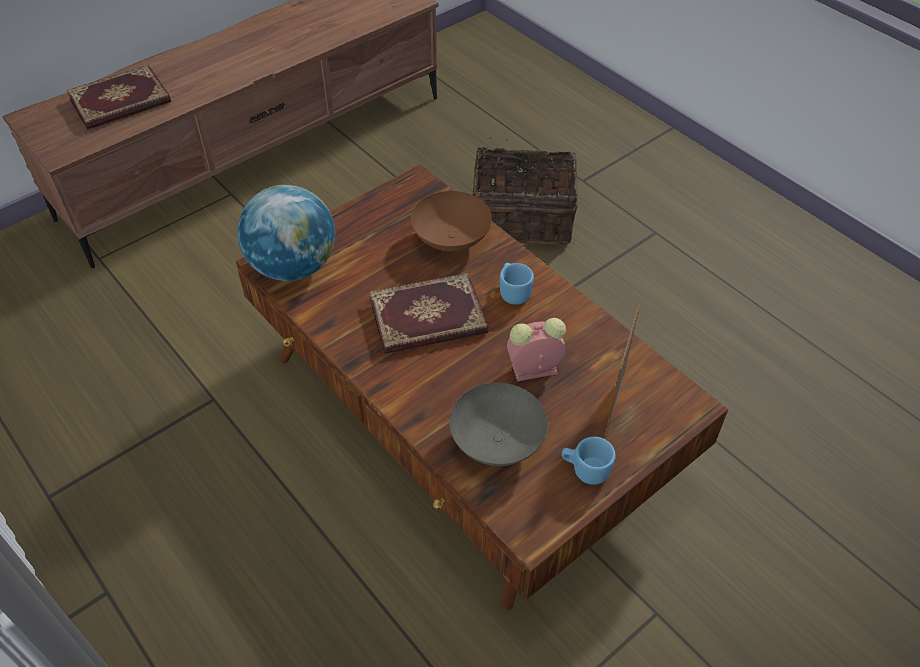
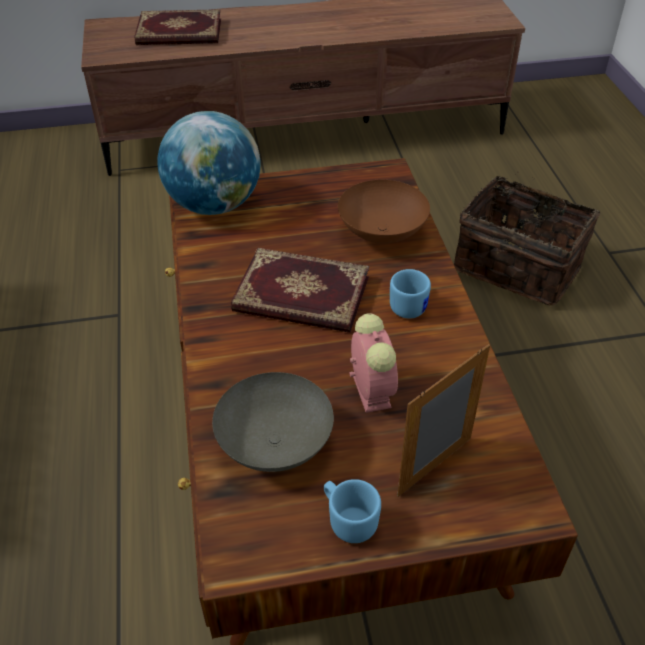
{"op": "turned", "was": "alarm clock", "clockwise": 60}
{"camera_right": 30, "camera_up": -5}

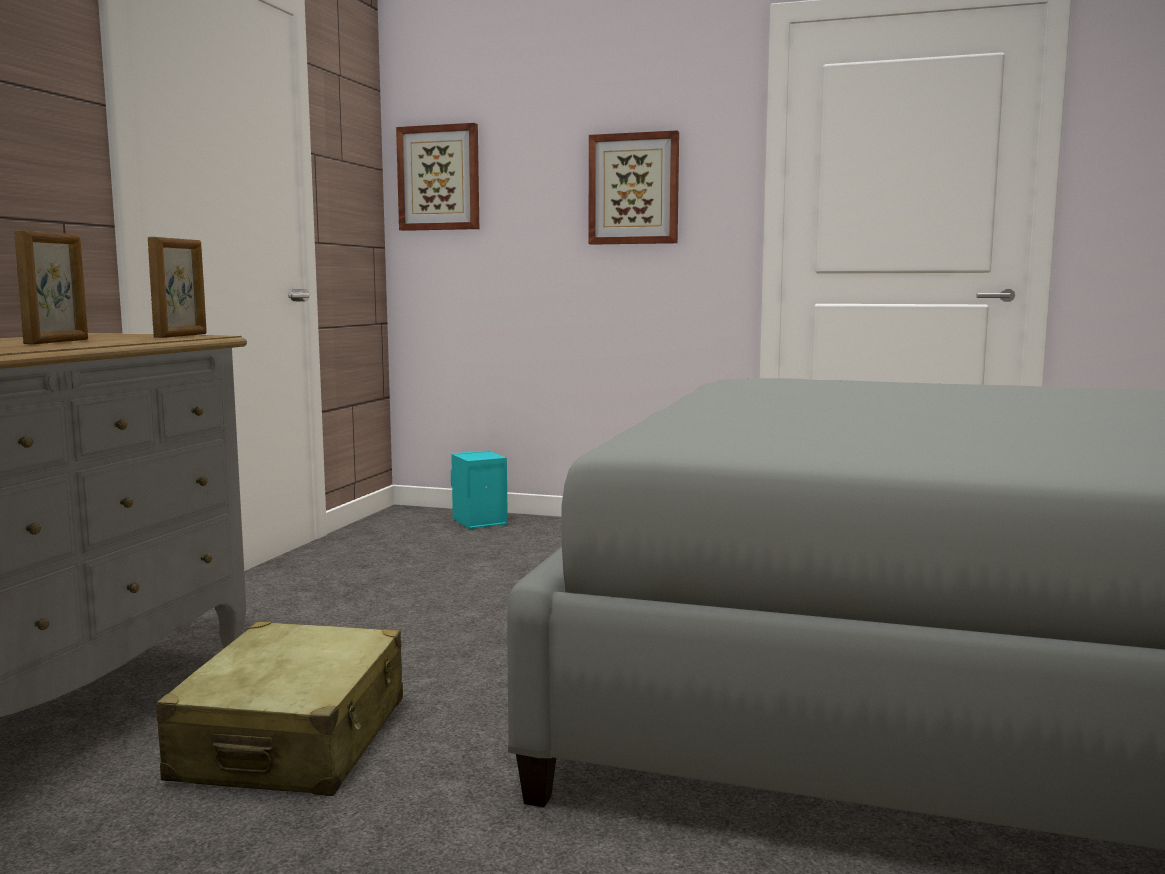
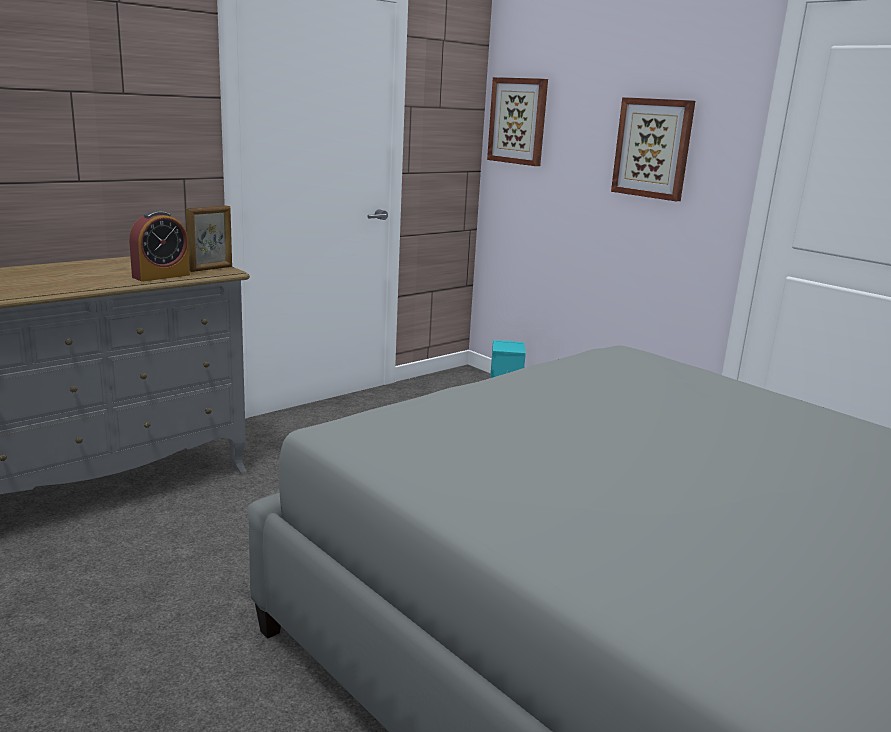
{"op": "removed", "was": "picture frame (1st from left)"}
{"op": "removed", "was": "beige suitcase"}
{"op": "added", "now": "alarm clock"}
{"camera_right": 30, "camera_up": 10}

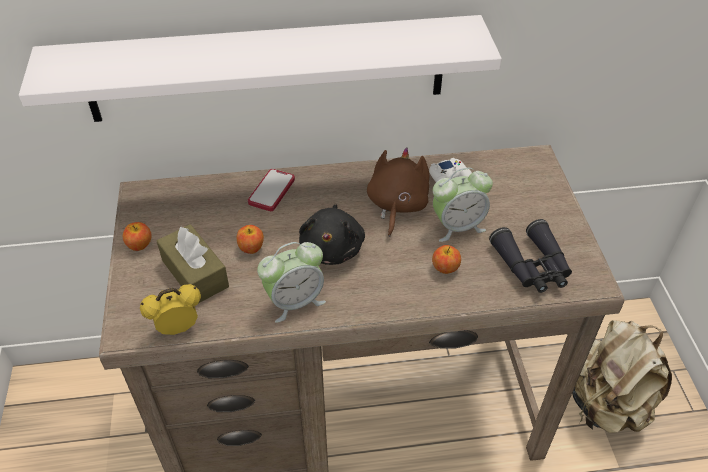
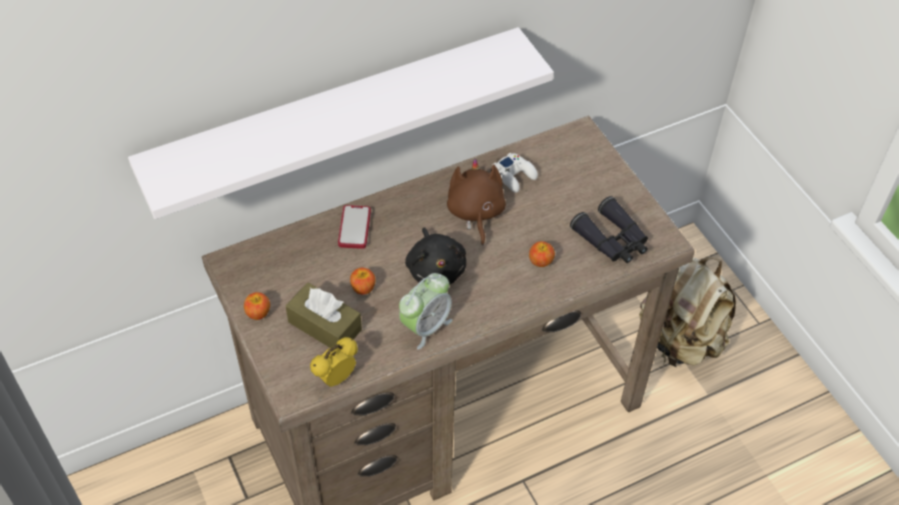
{"op": "removed", "was": "alarm clock (3rd from left)"}
{"camera_right": -20, "camera_up": 5}

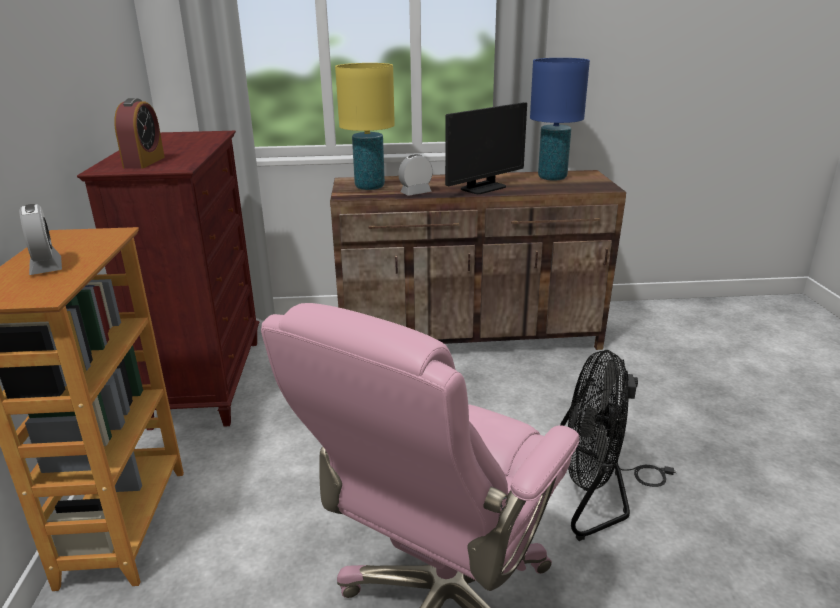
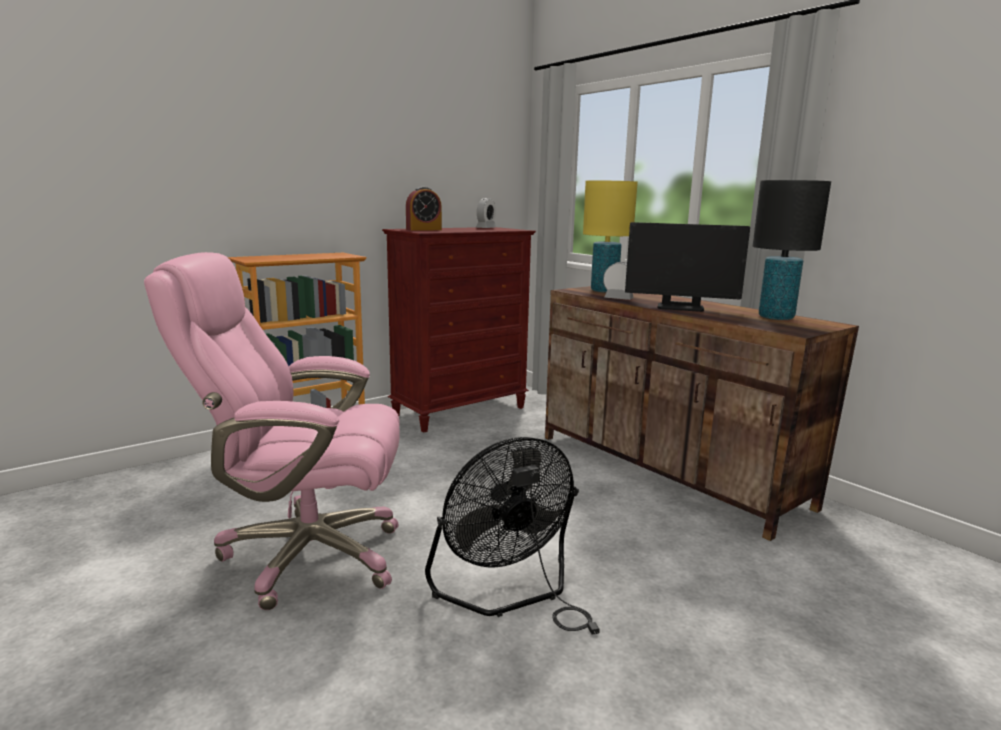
{"op": "moved", "was": "alarm clock (1st from left in the first image)", "now": "alarm clock (2nd from left)"}
{"op": "recoloured", "was": "blue table lamp", "now": "black table lamp"}
{"camera_right": 55, "camera_up": -10}

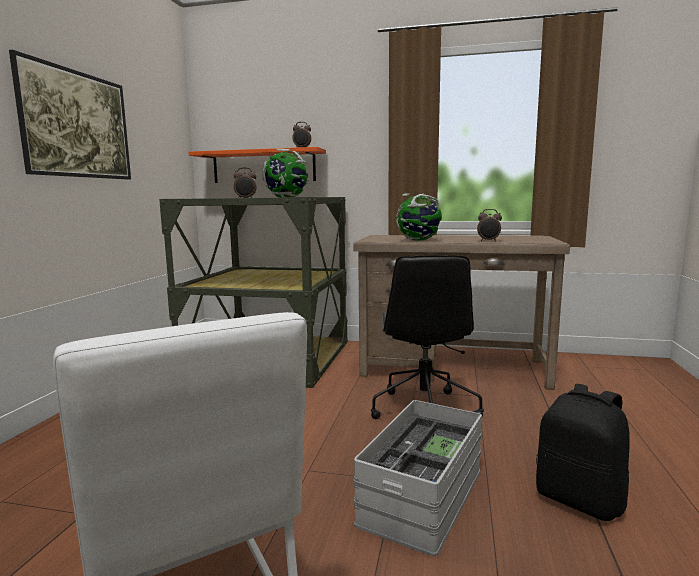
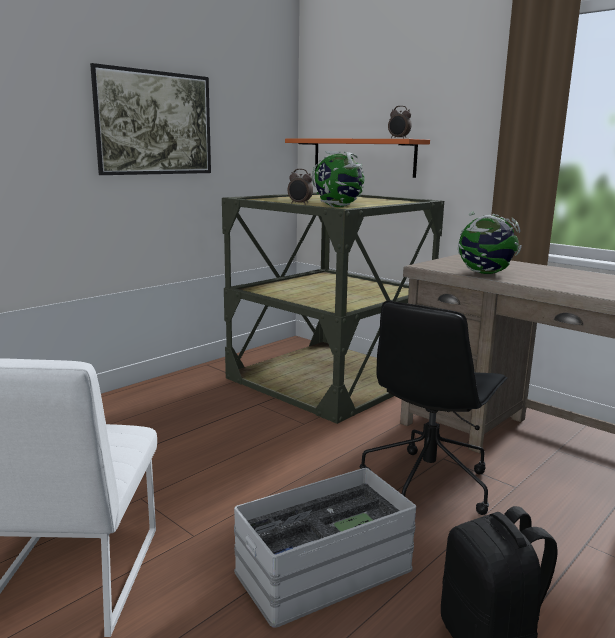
{"op": "removed", "was": "alarm clock (3rd from left)"}
{"camera_right": 30, "camera_up": 5}

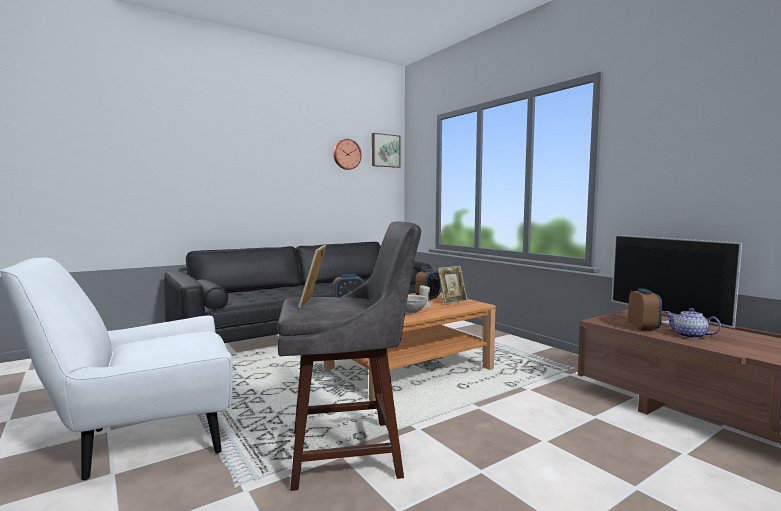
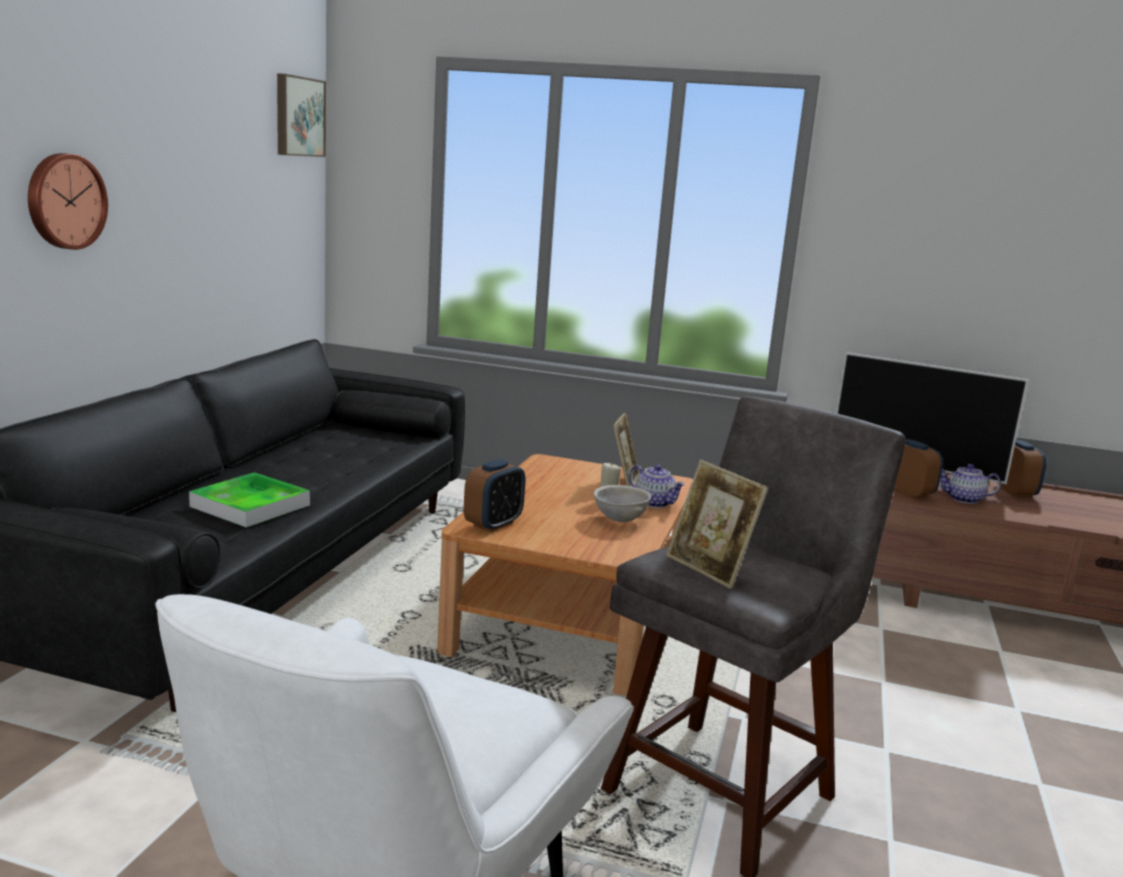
{"op": "added", "now": "tray"}
{"op": "added", "now": "teapot (1st from left)"}
{"op": "moved", "was": "wall clock"}
{"op": "moved", "was": "alarm clock (2nd from left in the first image)", "now": "alarm clock (3rd from left)"}
{"camera_right": -40, "camera_up": 10}

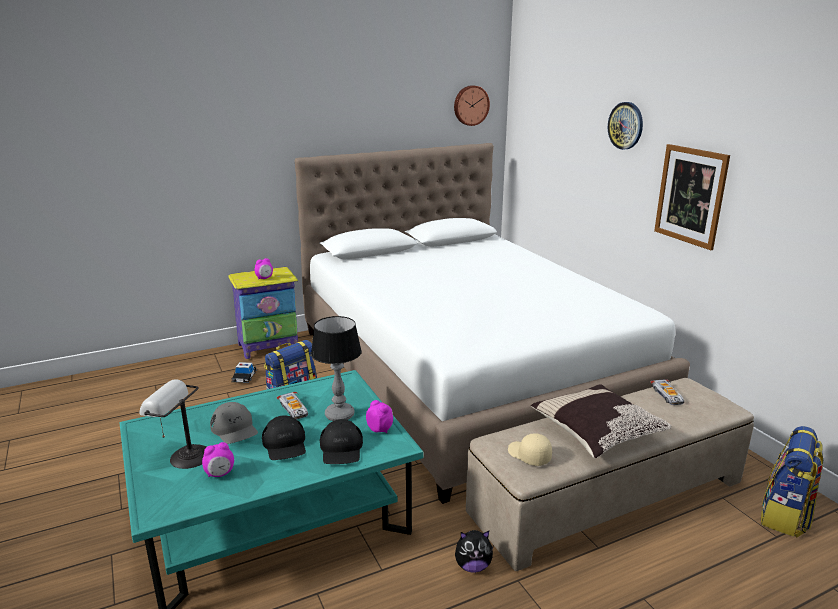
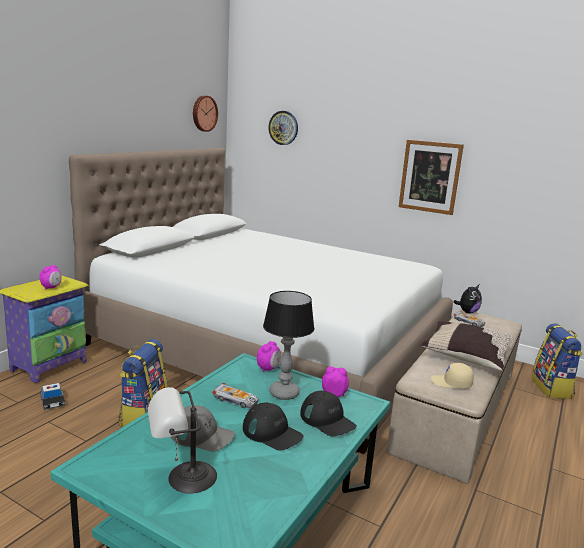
{"op": "moved", "was": "alarm clock (1st from left in the first image)", "now": "alarm clock (2nd from left)"}
{"op": "moved", "was": "plush toy"}
{"op": "moved", "was": "wall clock (2nd from left)"}
{"camera_right": -35, "camera_up": -5}

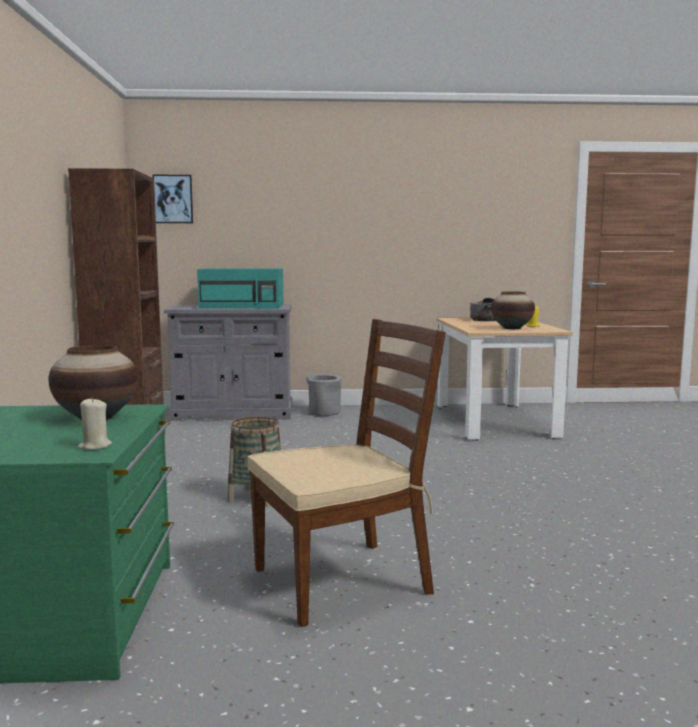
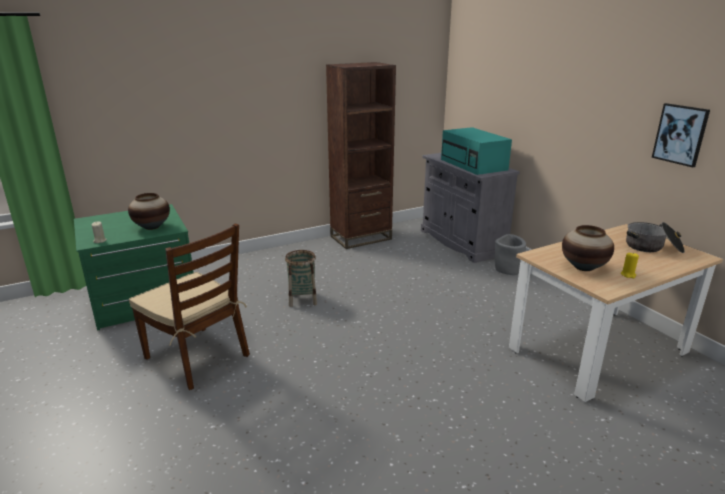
{"op": "moved", "was": "picture"}
{"camera_right": 65, "camera_up": 15}

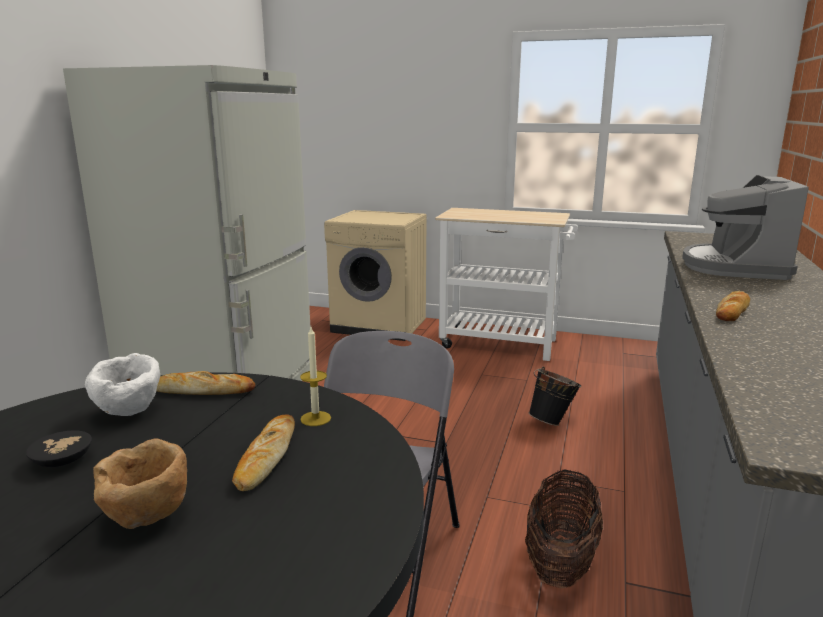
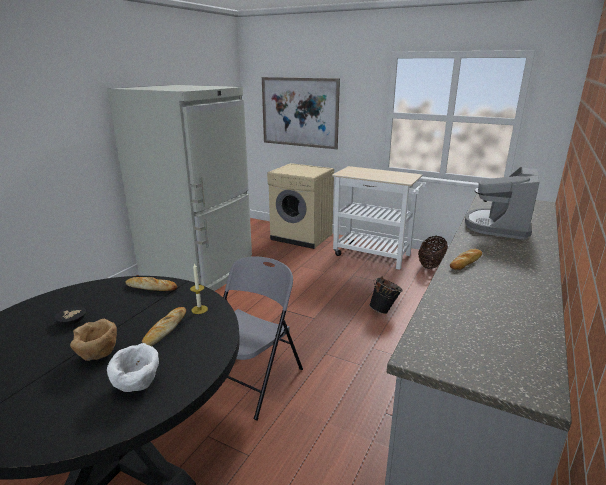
{"op": "added", "now": "picture"}
{"op": "moved", "was": "white bowl"}
{"op": "moved", "was": "basket"}
{"camera_right": 10, "camera_up": 5}

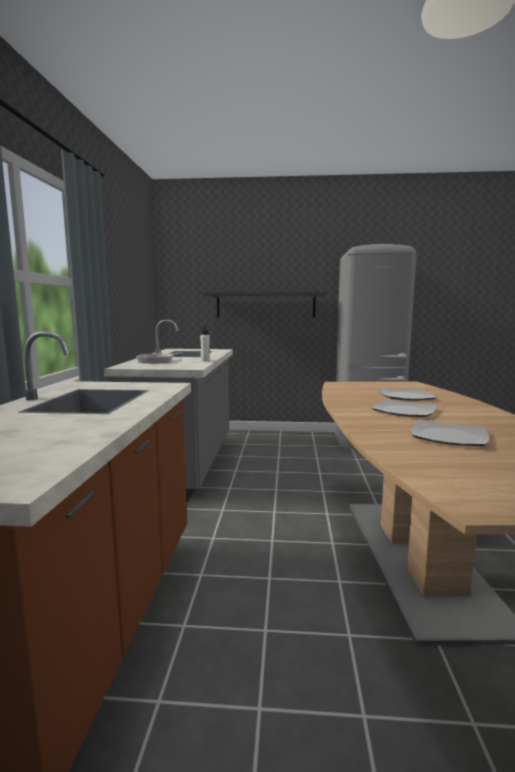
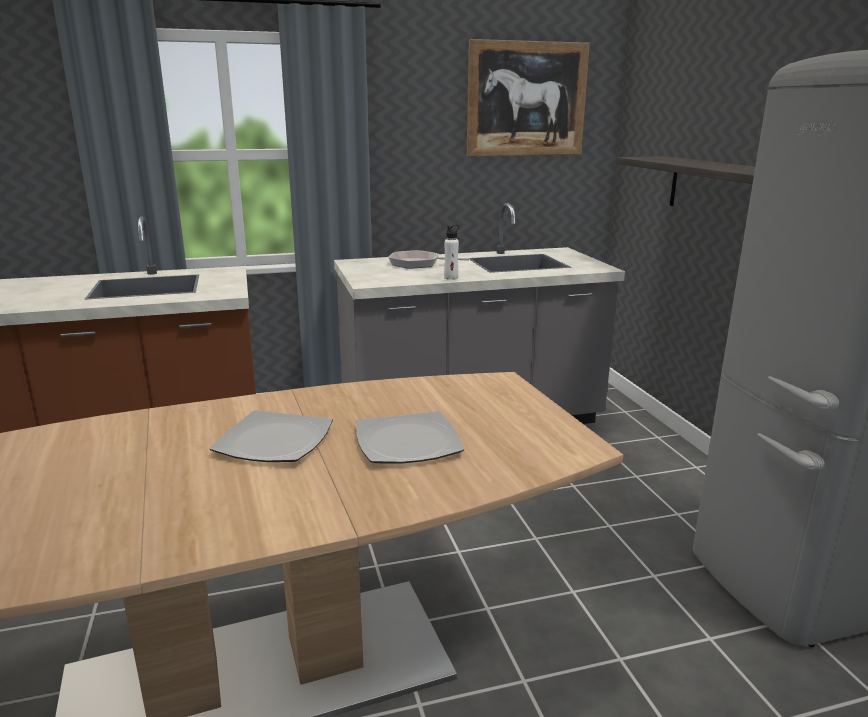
{"op": "removed", "was": "plate (3rd from left)"}
{"op": "added", "now": "picture"}
{"camera_right": 70, "camera_up": 10}

